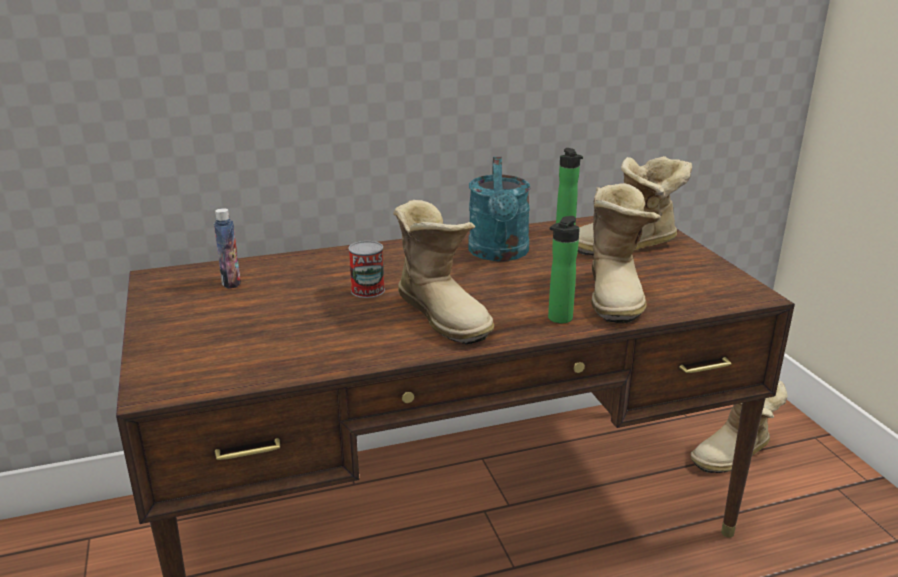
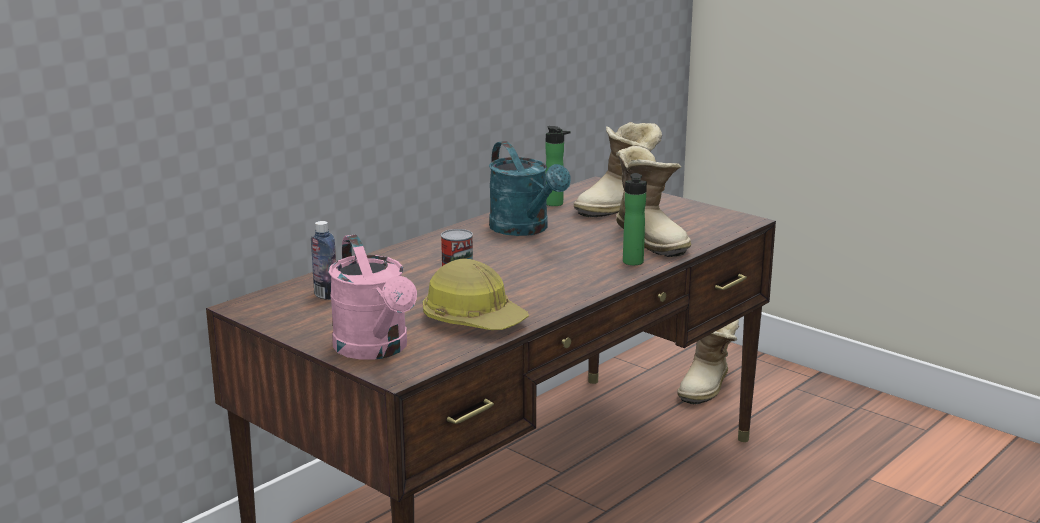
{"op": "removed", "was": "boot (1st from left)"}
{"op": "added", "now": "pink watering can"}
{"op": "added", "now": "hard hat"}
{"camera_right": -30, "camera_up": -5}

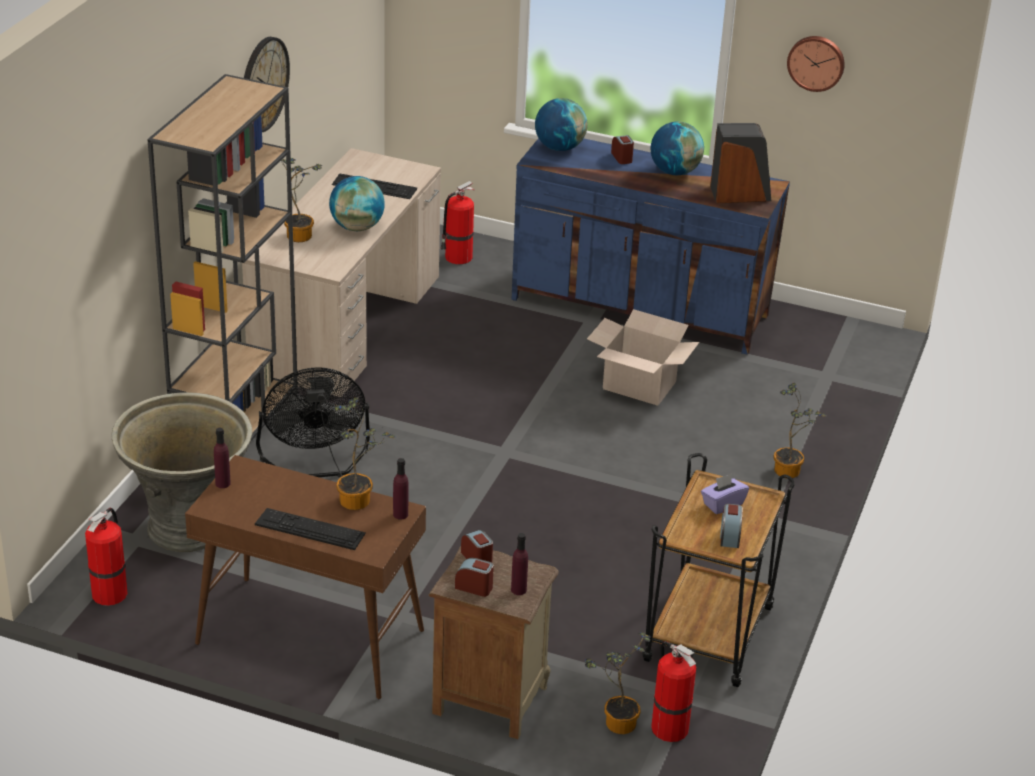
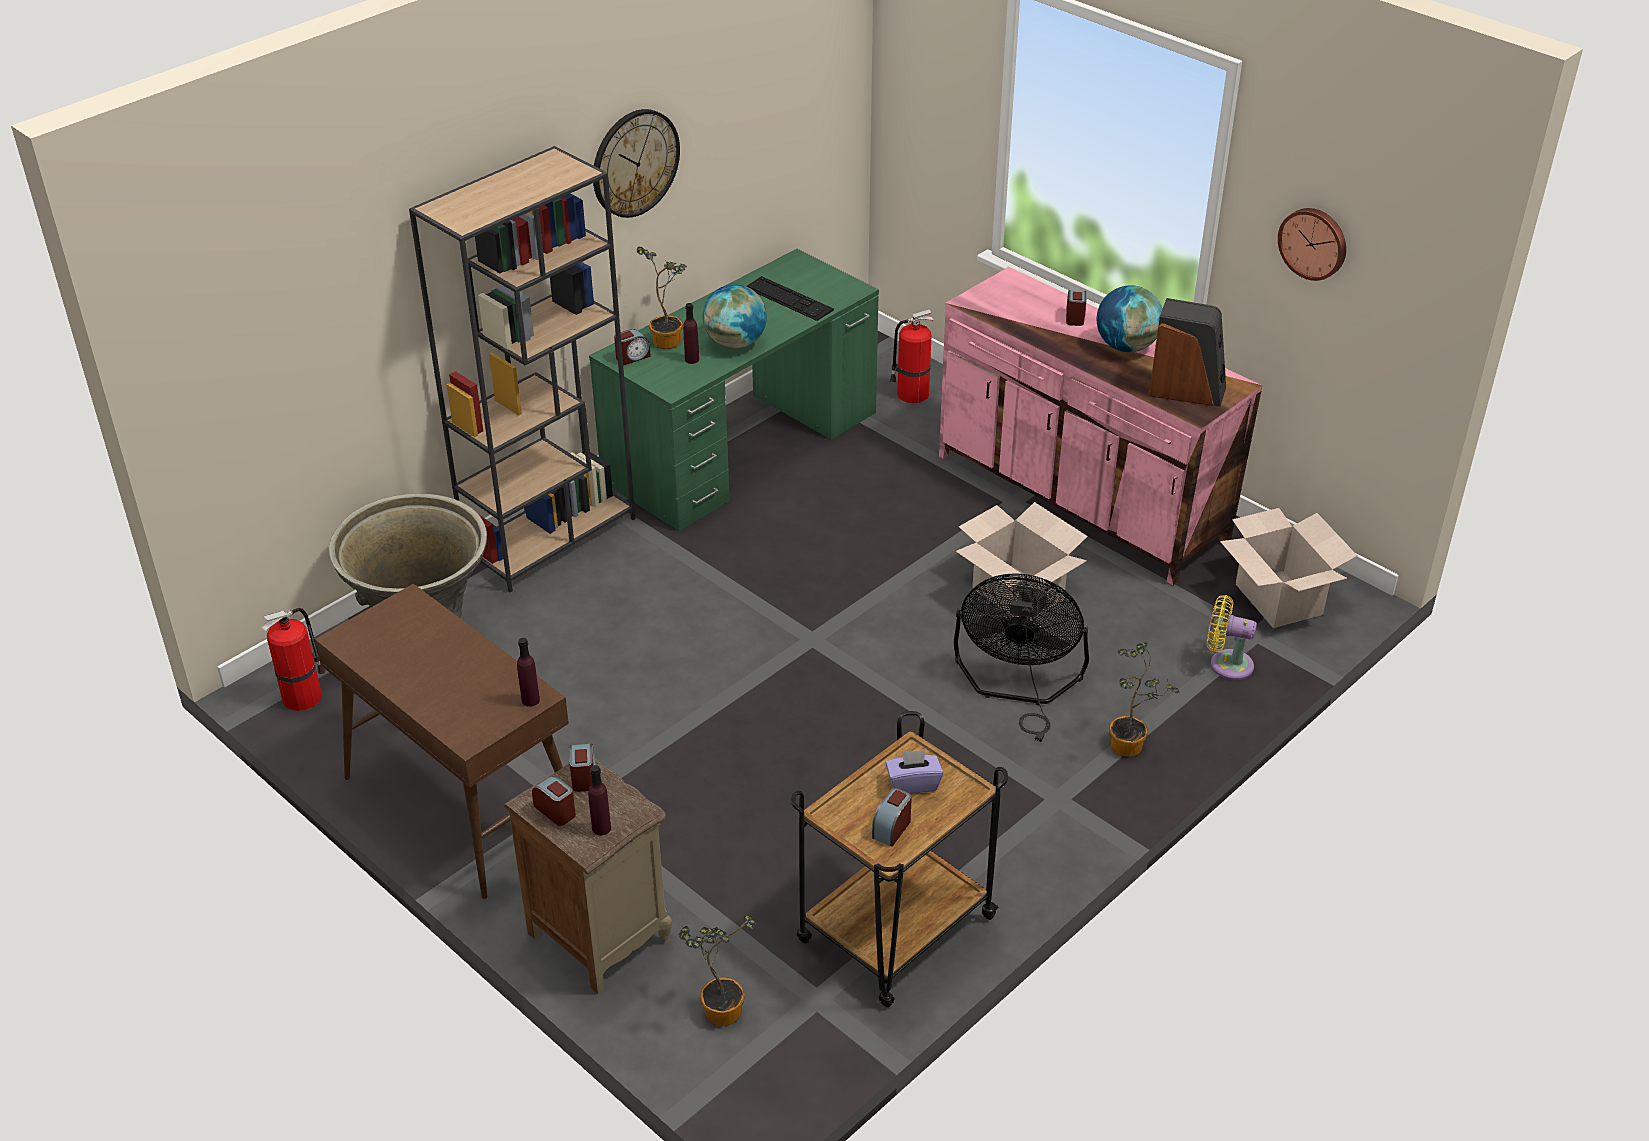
{"op": "removed", "was": "keyboard (1st from left)"}
{"op": "removed", "was": "potted plant (2nd from left)"}
{"op": "removed", "was": "globe (2nd from left)"}
{"op": "removed", "was": "fire extinguisher (3rd from left)"}
{"op": "added", "now": "alarm clock (3rd from left)"}
{"op": "added", "now": "yellow fan"}
{"op": "added", "now": "cardboard box (2nd from left)"}
{"op": "moved", "was": "purple bottle (1st from left in the first image)", "now": "purple bottle (3rd from left)"}
{"op": "moved", "was": "black fan"}
{"op": "recoloured", "was": "beige desk", "now": "green desk"}
{"op": "recoloured", "was": "blue cabinet", "now": "pink cabinet"}
{"camera_right": 25, "camera_up": 5}

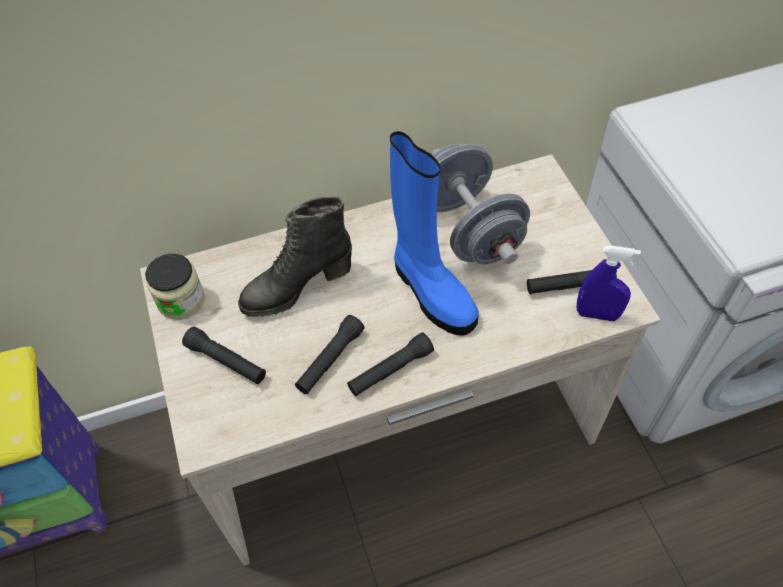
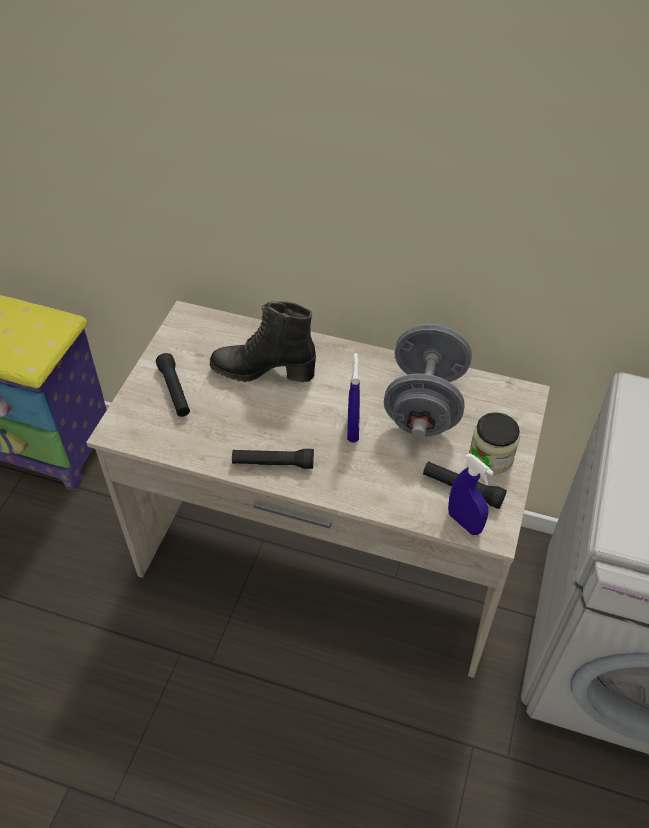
{"op": "removed", "was": "black flashlight (2nd from left)"}
{"op": "moved", "was": "jar"}
{"op": "replaced", "was": "blue boot", "now": "blue spray bottle (1st from left)"}
{"camera_right": 35, "camera_up": -5}

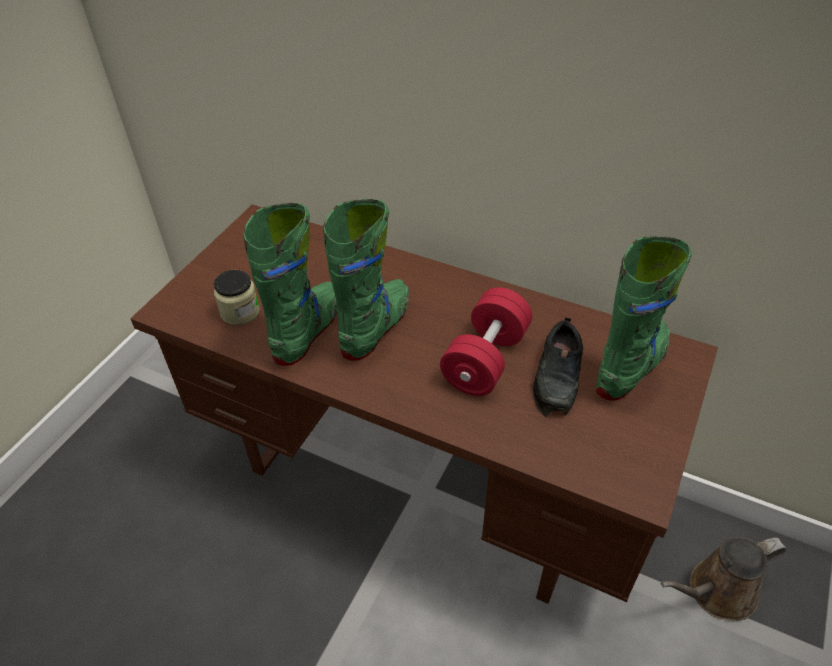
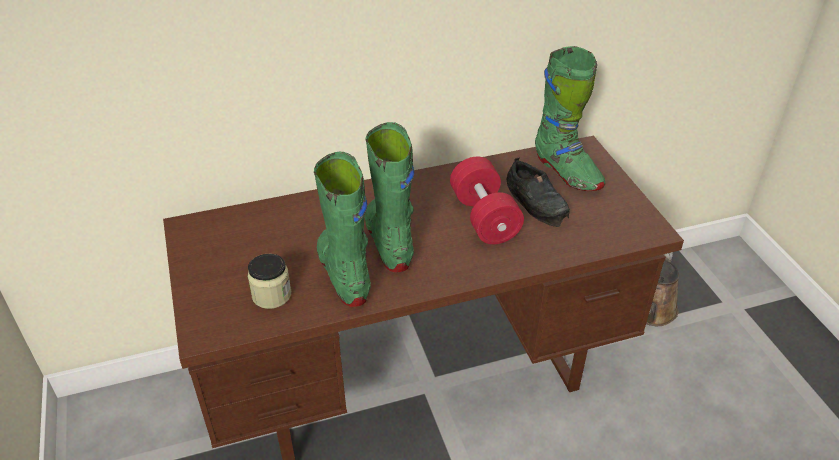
{"op": "turned", "was": "green boot (3rd from left)", "clockwise": 150}
{"camera_right": -45, "camera_up": -5}

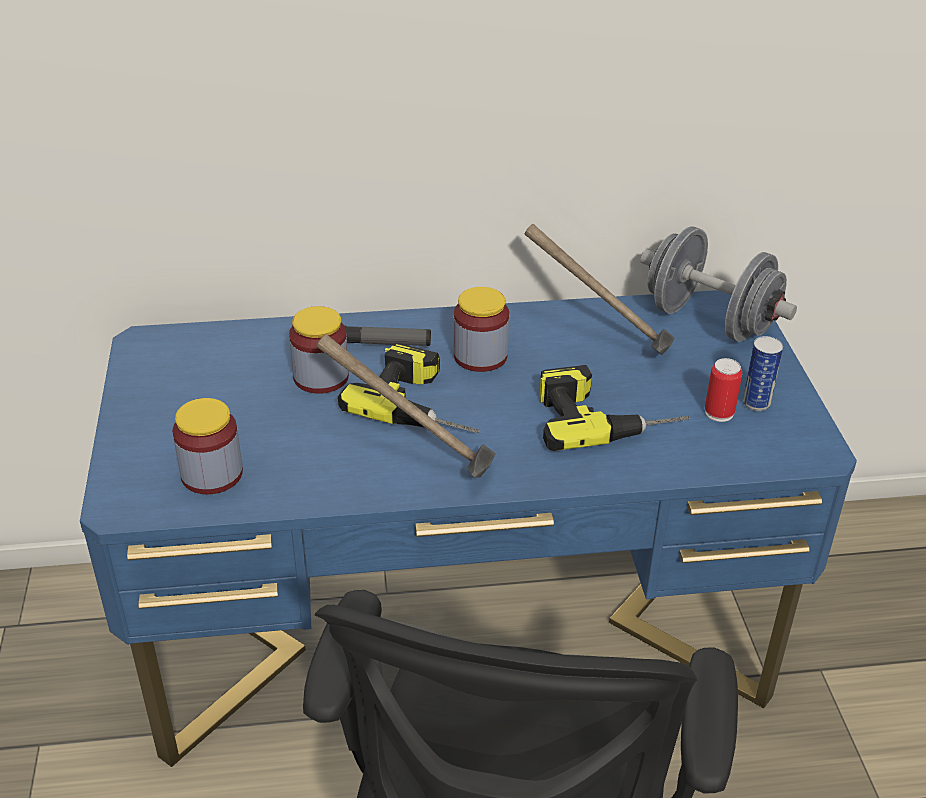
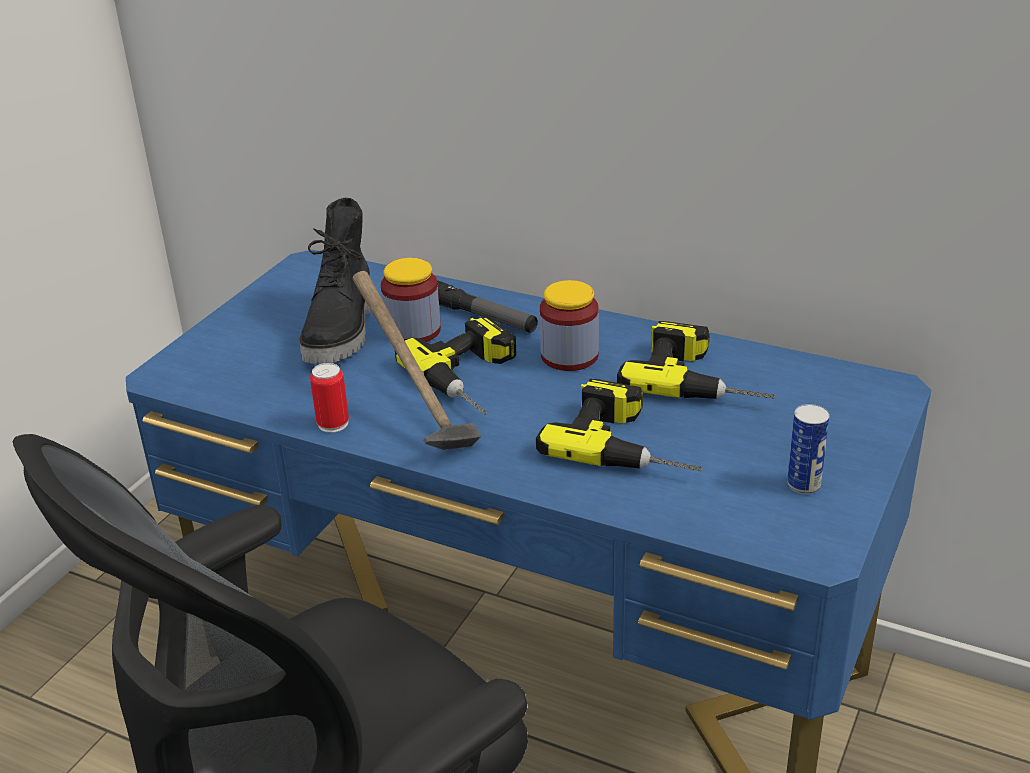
{"op": "removed", "was": "jar (1st from left)"}
{"op": "removed", "was": "grey dumbbell"}
{"op": "added", "now": "black boot"}
{"op": "moved", "was": "can (1st from left)"}
{"op": "replaced", "was": "hammer (2nd from left)", "now": "power drill (3rd from left)"}
{"camera_right": 35, "camera_up": -5}

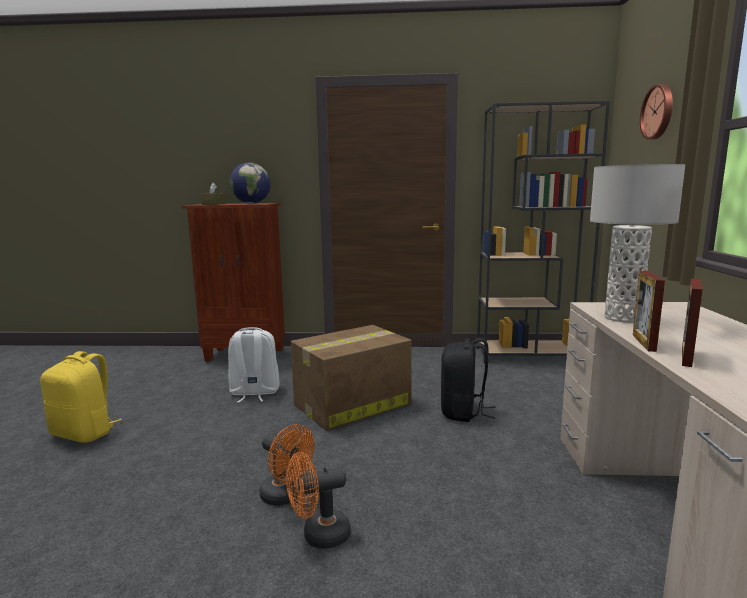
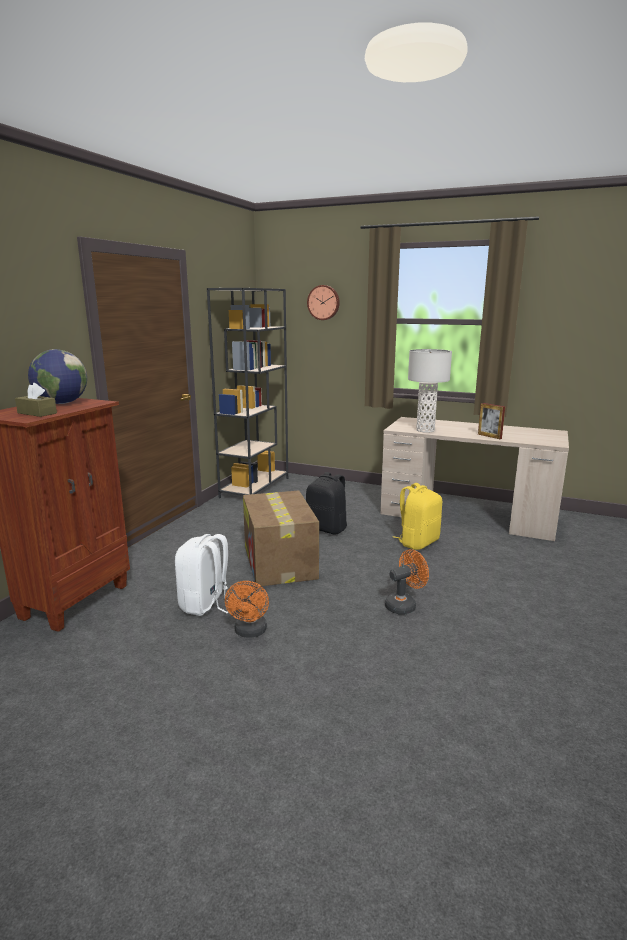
{"op": "removed", "was": "picture frame (1st from left)"}
{"op": "moved", "was": "yellow backpack"}
{"op": "moved", "was": "orange fan (2nd from left in the first image)", "now": "orange fan (1st from left)"}
{"camera_right": -70, "camera_up": 5}

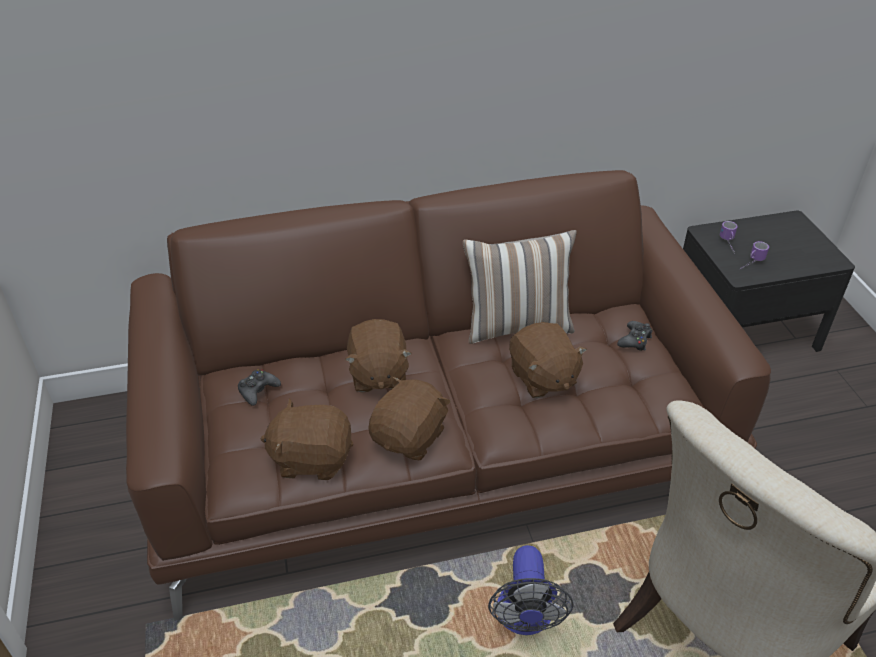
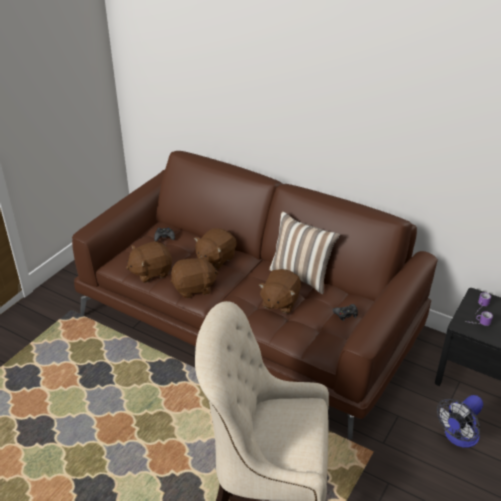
{"op": "moved", "was": "fan"}
{"op": "turned", "was": "brown plush toy (1st from left)", "clockwise": -75}
{"camera_right": 45, "camera_up": -5}

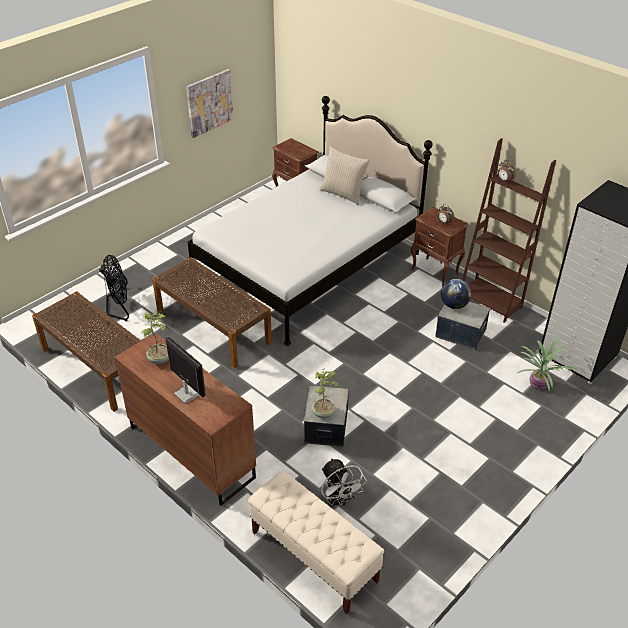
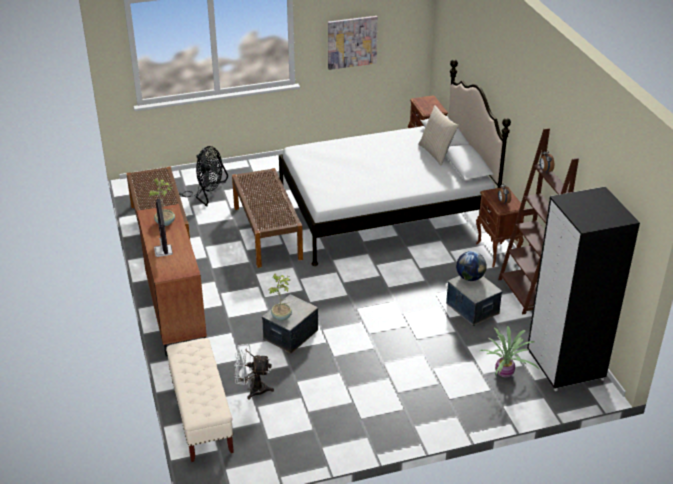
{"op": "turned", "was": "white fan", "clockwise": 90}
{"camera_right": 30, "camera_up": -5}

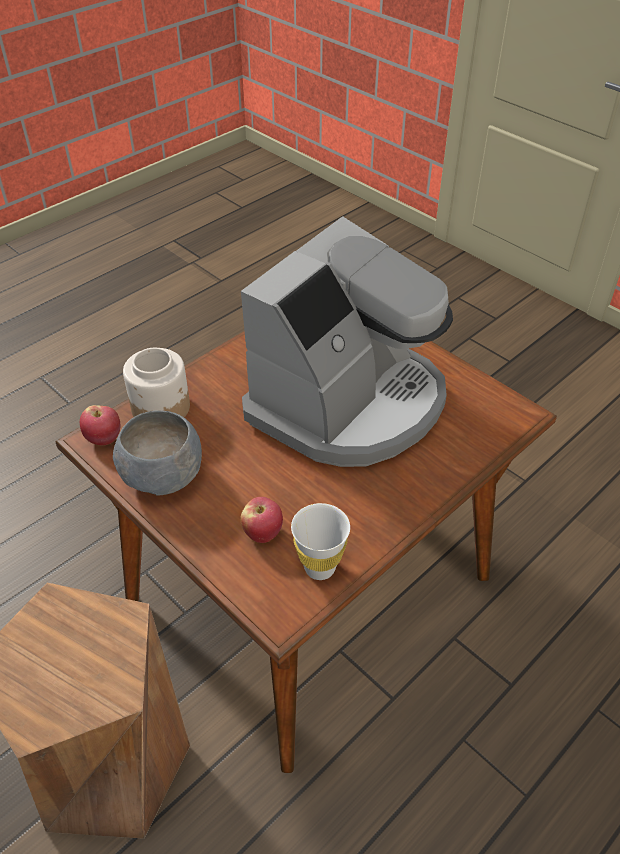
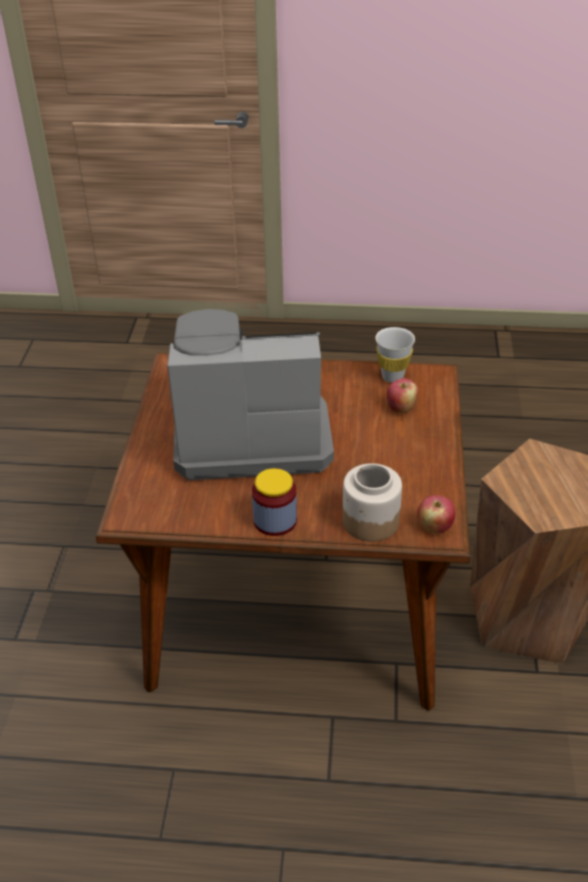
{"op": "removed", "was": "grey bowl"}
{"op": "added", "now": "jar (1st from left)"}
{"camera_right": -130, "camera_up": -5}

